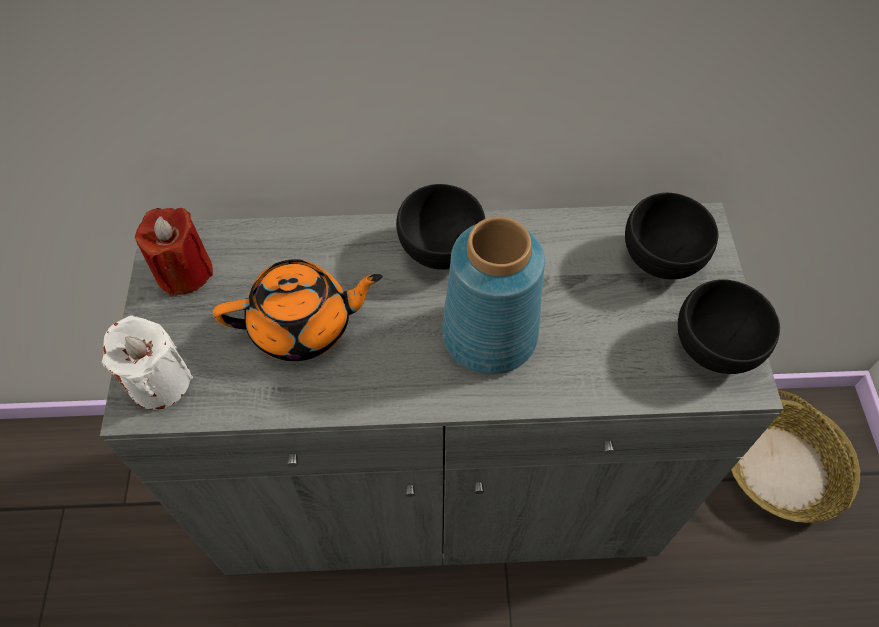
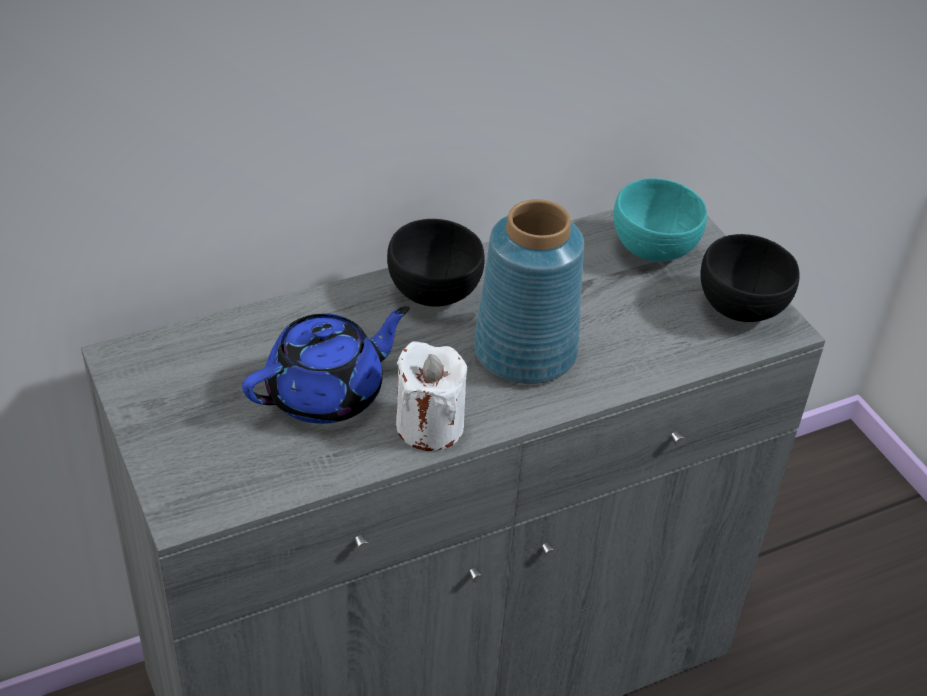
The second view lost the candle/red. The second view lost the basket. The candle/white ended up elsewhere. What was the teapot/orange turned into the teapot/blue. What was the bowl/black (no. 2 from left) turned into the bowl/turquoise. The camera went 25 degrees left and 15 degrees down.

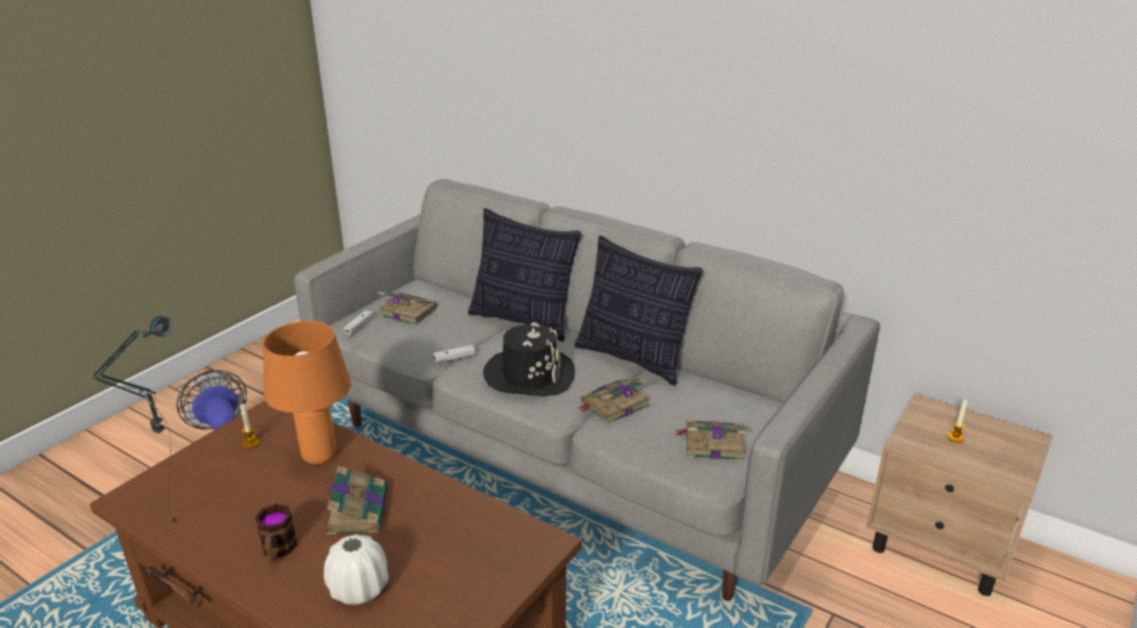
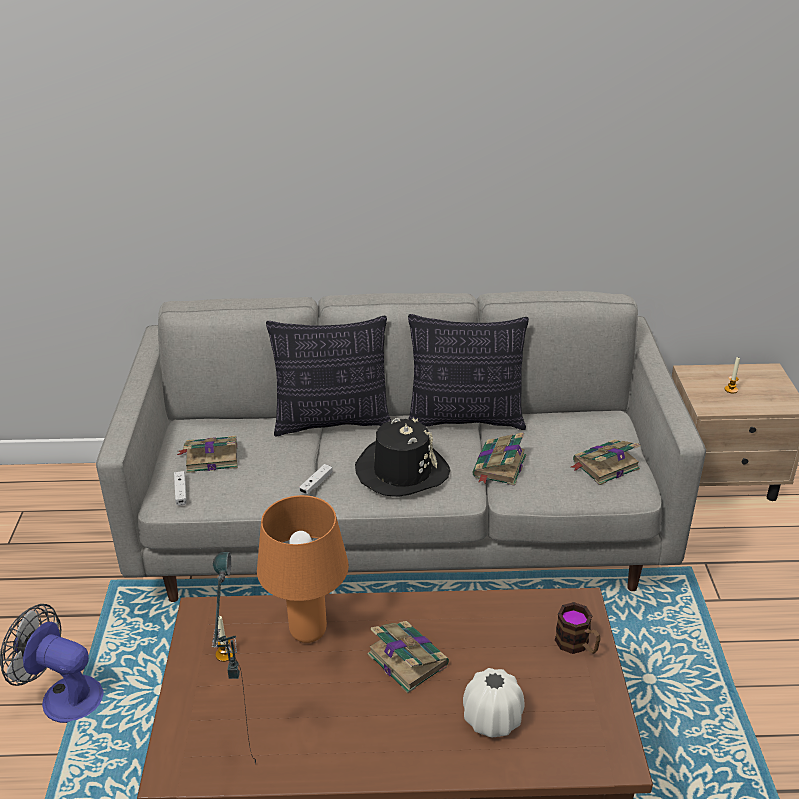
The mug ended up elsewhere. The camera went 35 degrees left and 5 degrees up.

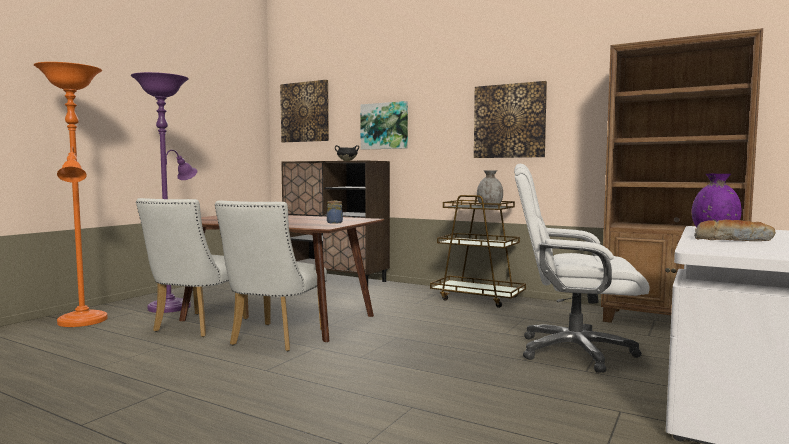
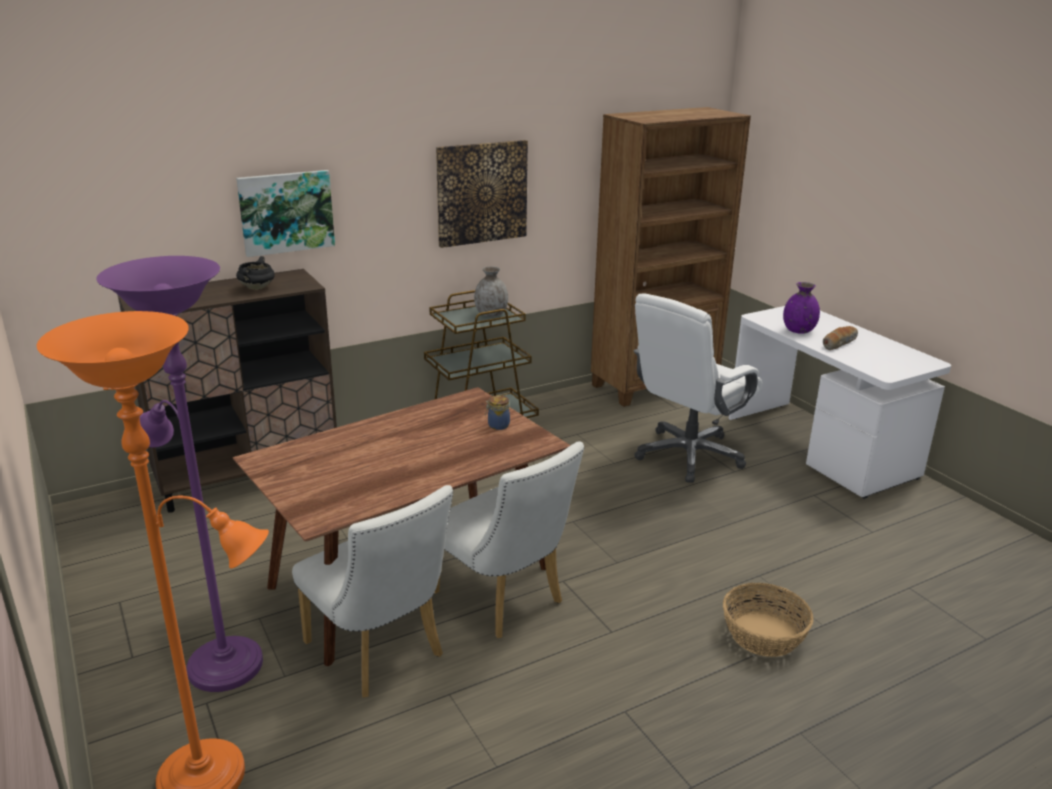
The second view lost the picture (no. 1 from left). The second view gained the basket. The camera went 60 degrees left and 20 degrees up.

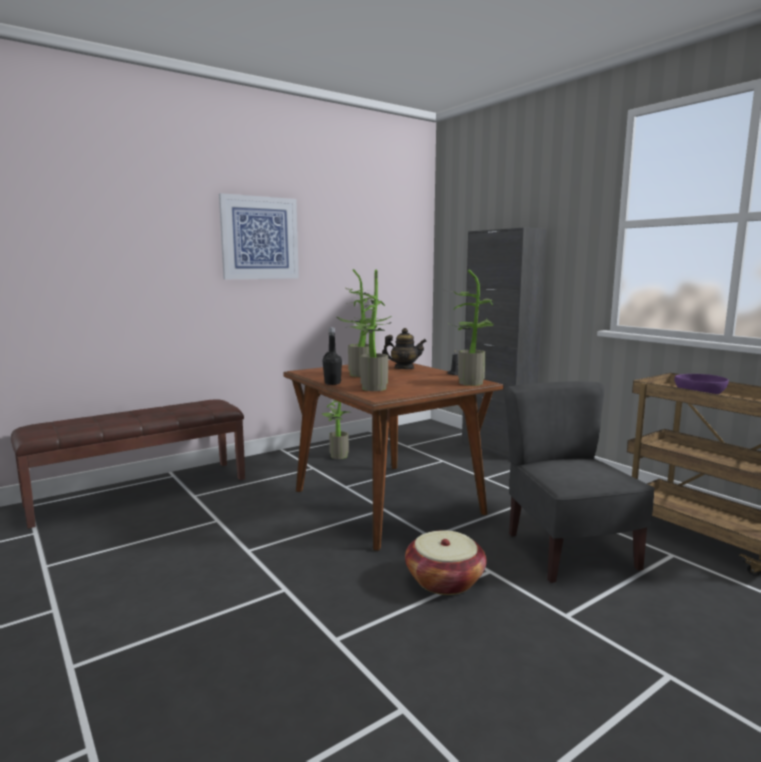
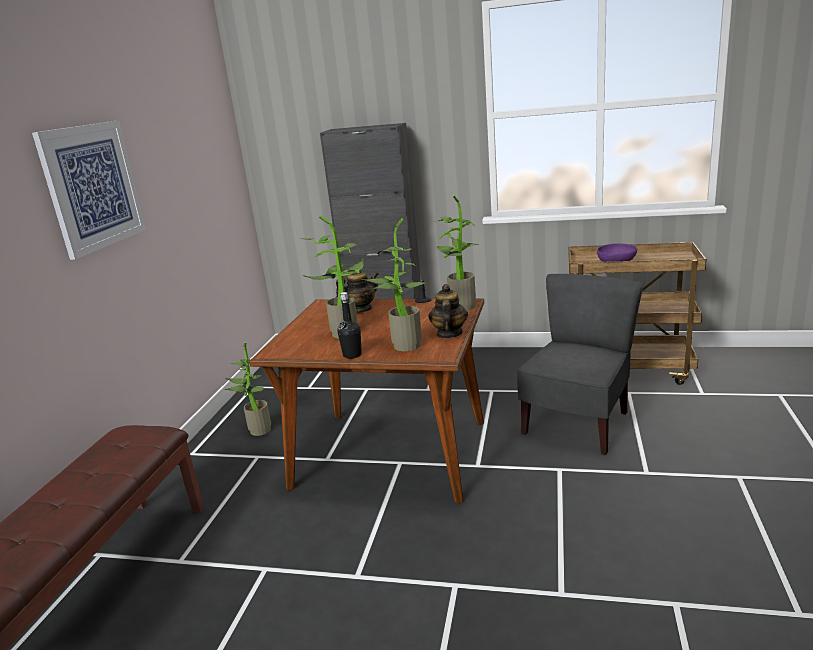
The second view lost the basket. The second view gained the teapot (no. 2 from left). The chair/grey ended up facing another way, 90 degrees clockwise from before. The camera went 40 degrees left and 10 degrees up.

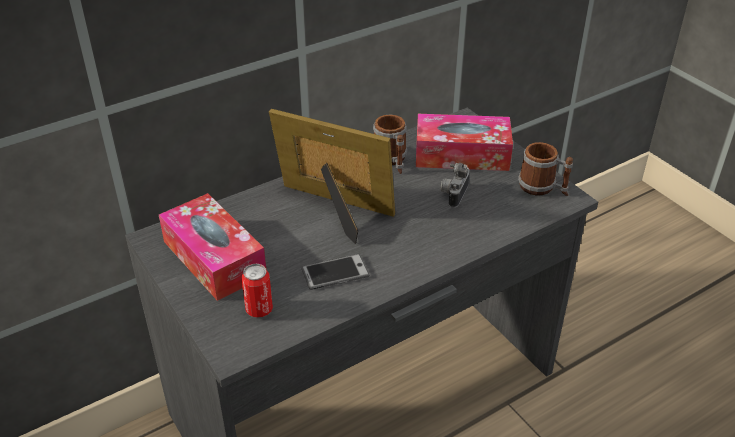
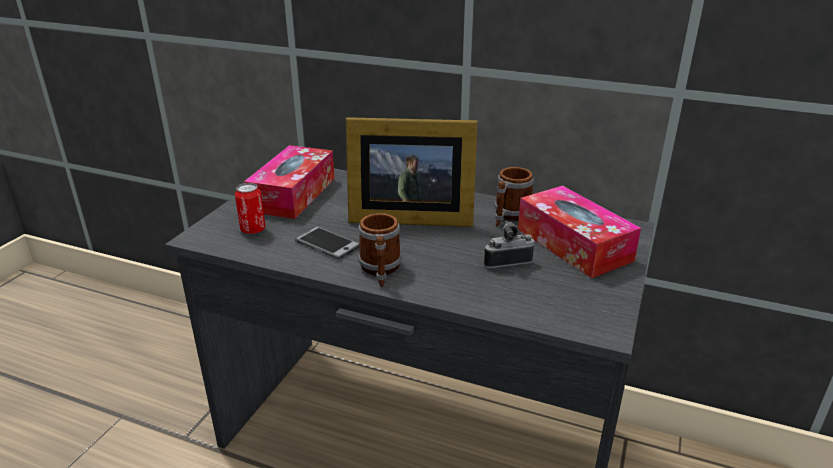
The mug (no. 2 from left in the first image) ended up elsewhere. The picture frame ended up facing another way, 105 degrees clockwise from before. The camera went 55 degrees right and 10 degrees down.

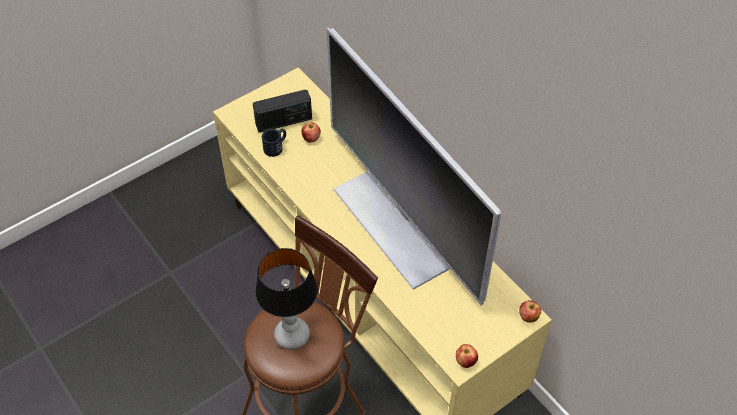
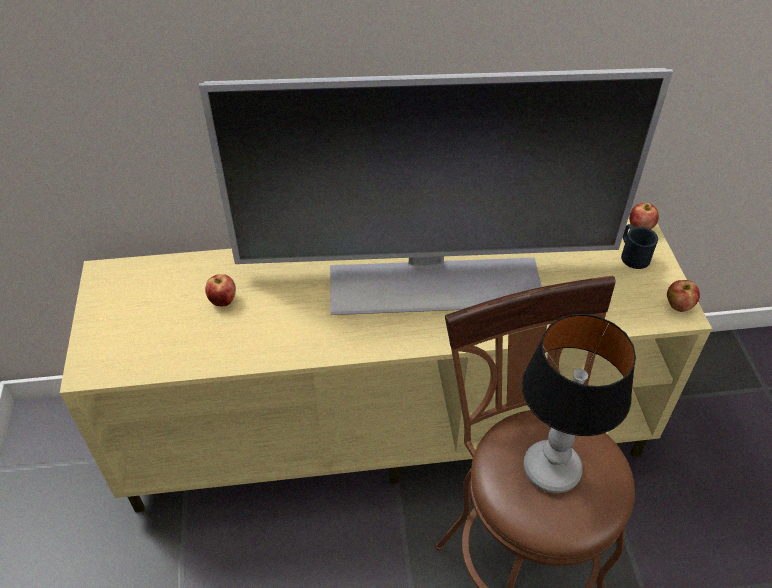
The second view lost the radio. The mug/black ended up elsewhere. The camera went 60 degrees left and 5 degrees down.

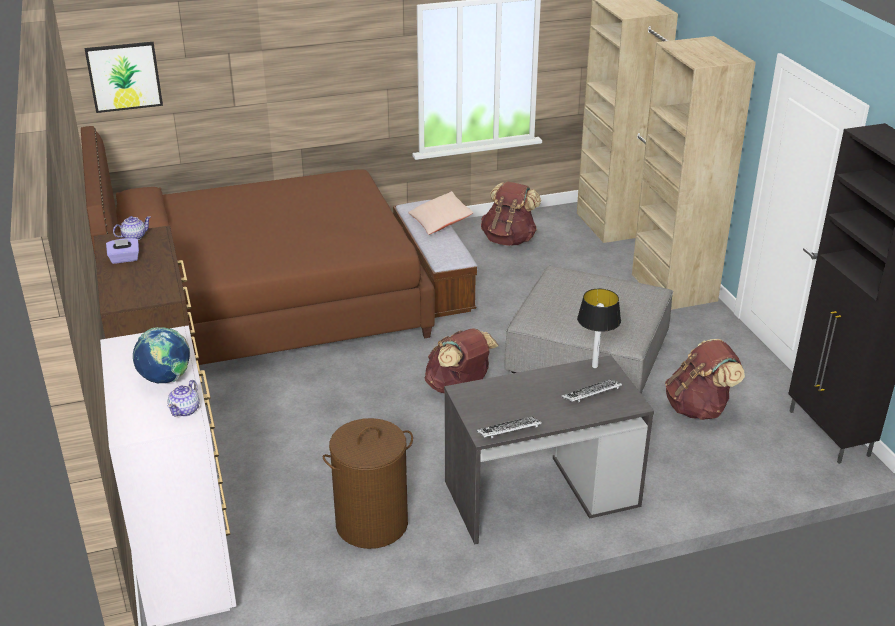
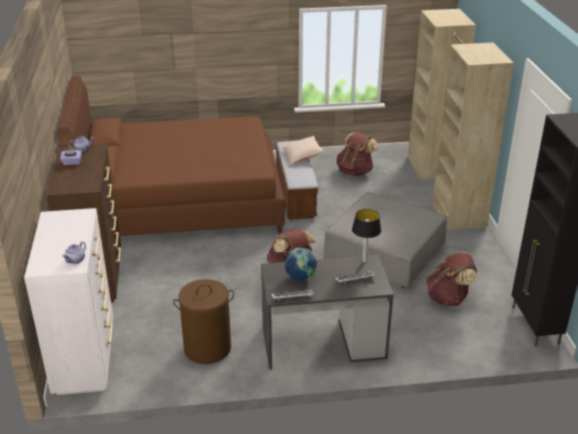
The second view lost the picture. The globe ended up elsewhere. The camera went 10 degrees right and 0 degrees up.

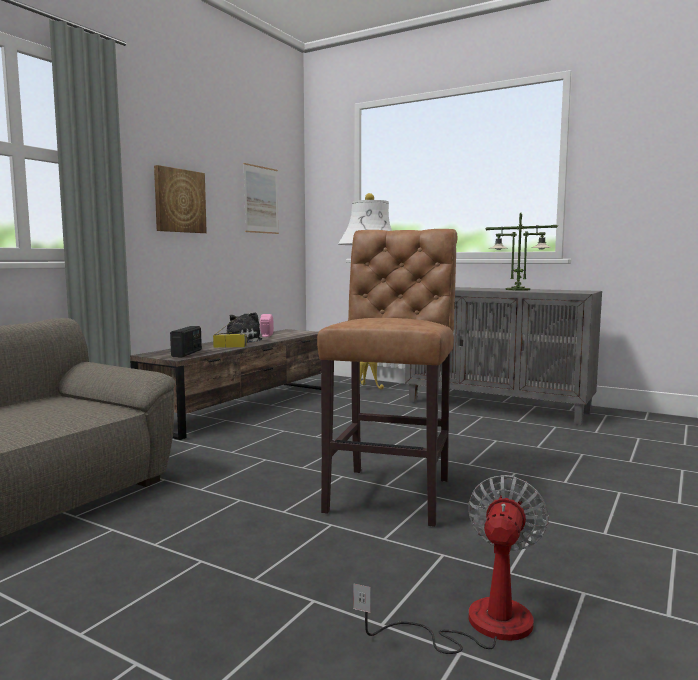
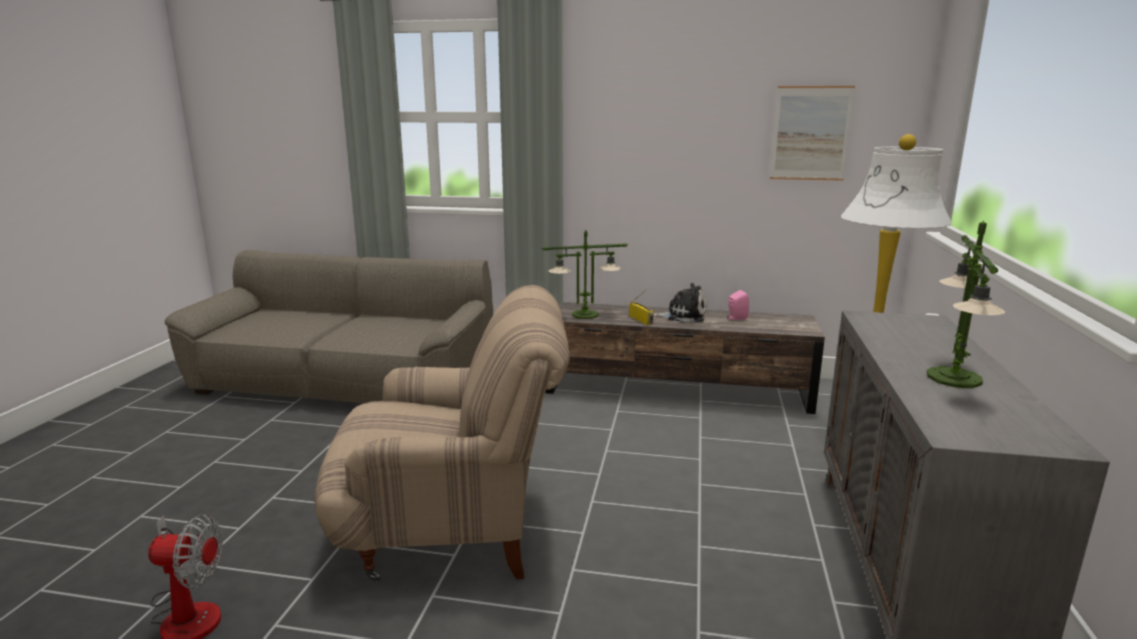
The second view lost the picture (no. 1 from left). Where the radio (no. 1 from left) stood, the table lamp (no. 1 from left) came to stand. Where the stool/brown stood, the armchair/beige came to stand. The camera went 70 degrees right and 10 degrees up.

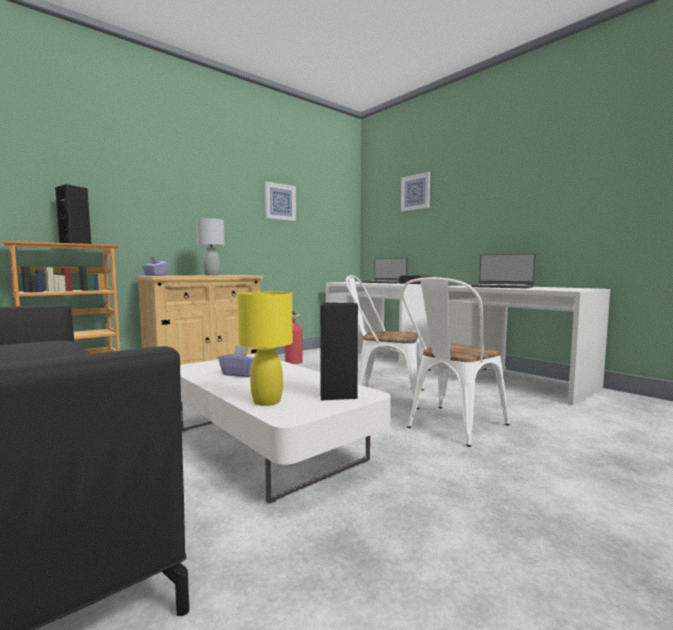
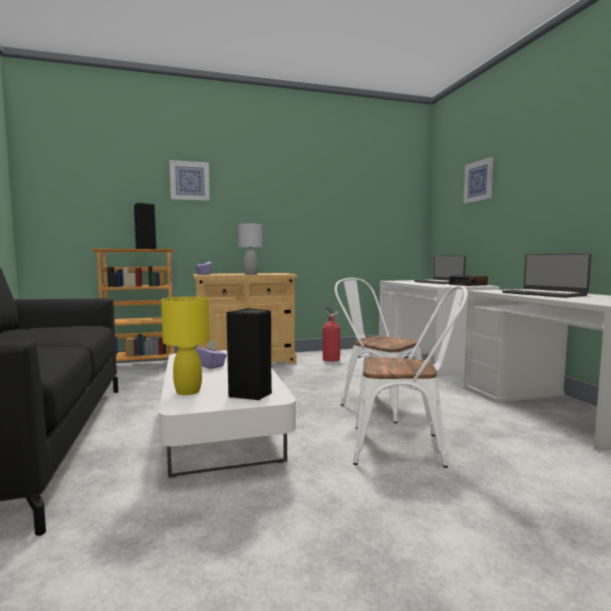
The picture (no. 1 from left) ended up elsewhere. The chair/white (no. 2 from left) ended up facing another way, 150 degrees counterclockwise from before. The camera went 25 degrees right and 0 degrees up.

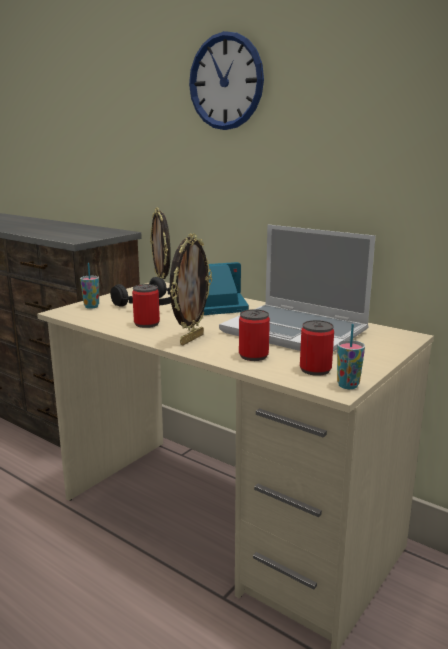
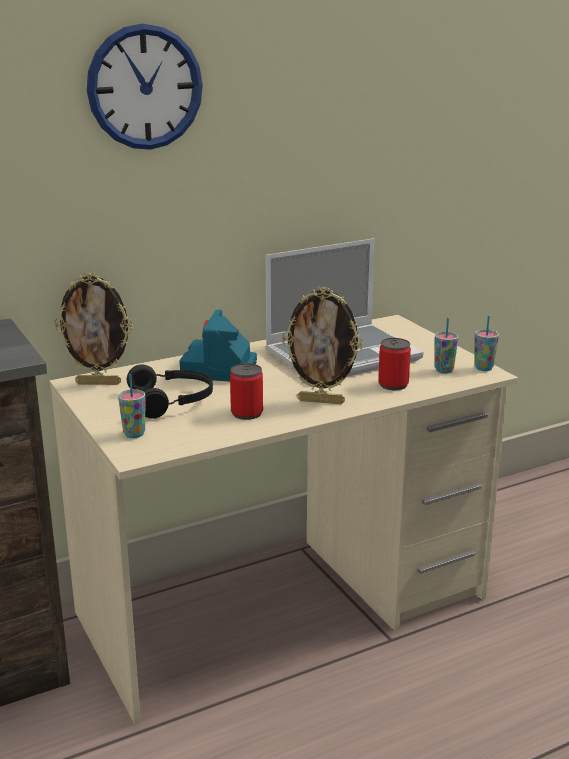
Where the can (no. 3 from left) stood, the cup (no. 2 from left) came to stand. The picture frame (no. 2 from left) ended up facing another way, 135 degrees clockwise from before. The camera went 65 degrees left and 5 degrees up.

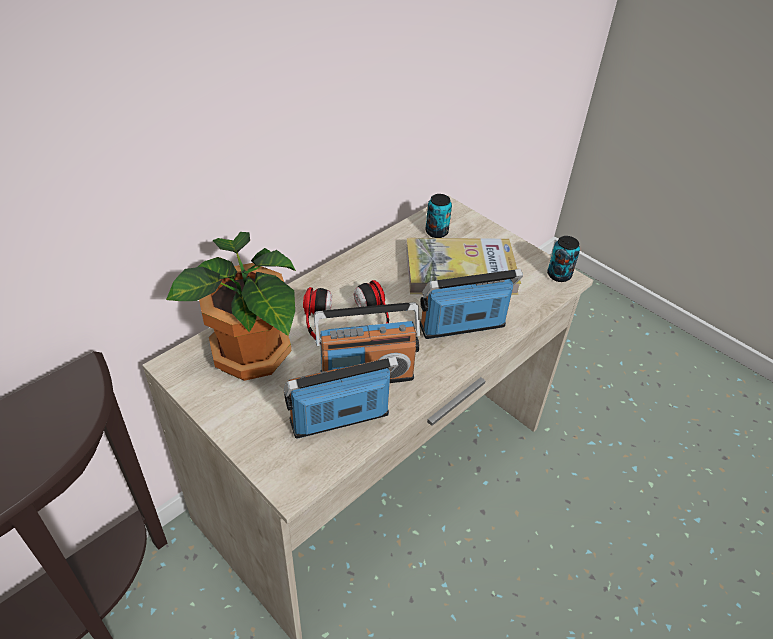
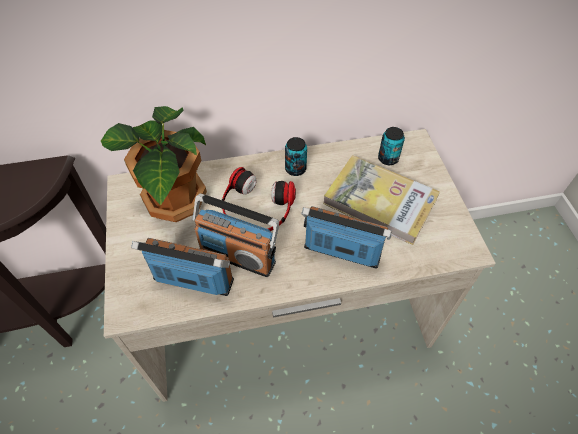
The can (no. 2 from left in the first image) ended up elsewhere. The camera went 35 degrees right and 10 degrees up.

